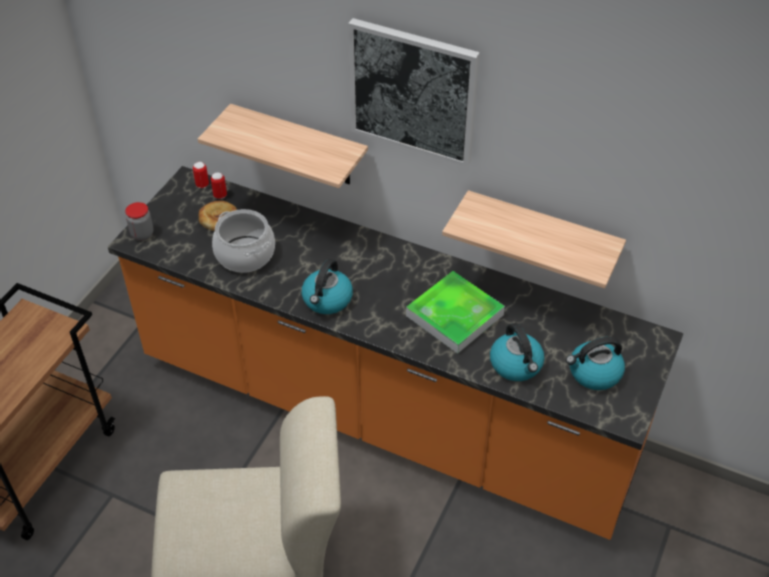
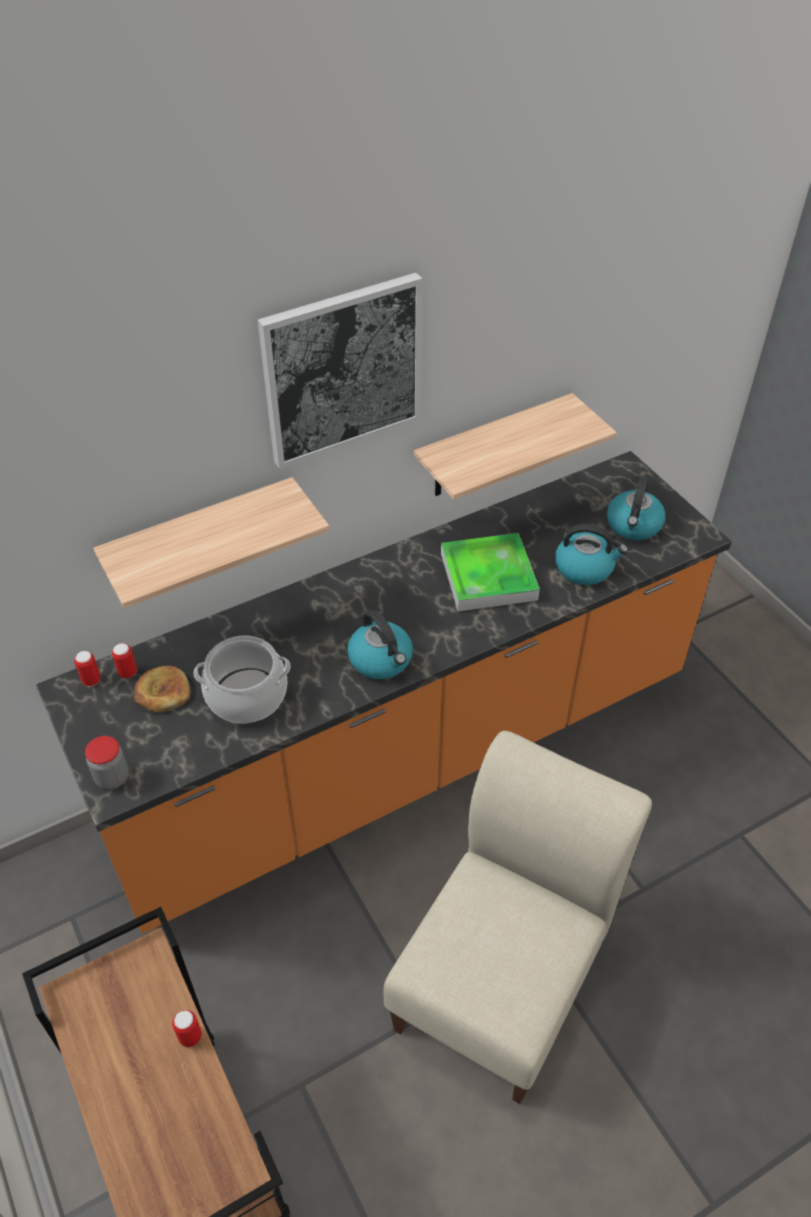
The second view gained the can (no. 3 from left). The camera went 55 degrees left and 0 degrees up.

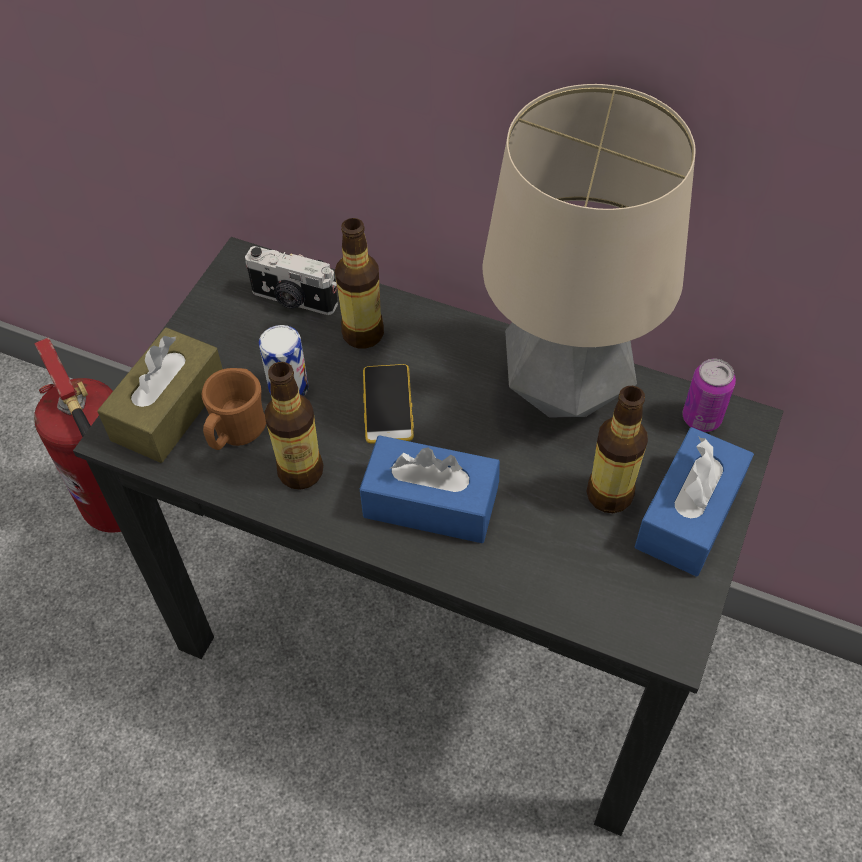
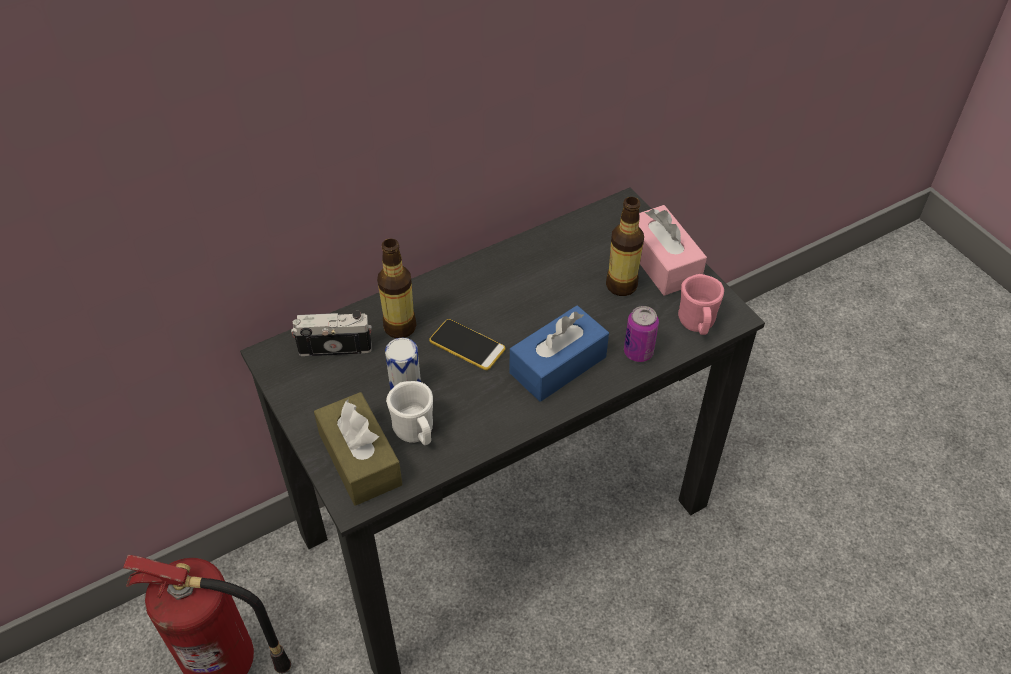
The second view lost the bottle (no. 1 from left). The second view lost the table lamp. The second view gained the mug/pink. The can (no. 2 from left) ended up elsewhere. What was the mug/brown turned into the mug/white. What was the tissue box/blue (no. 2 from left) turned into the tissue box/pink. The photo camera ended up facing another way, 150 degrees counterclockwise from before. The camera went 55 degrees left and 5 degrees down.

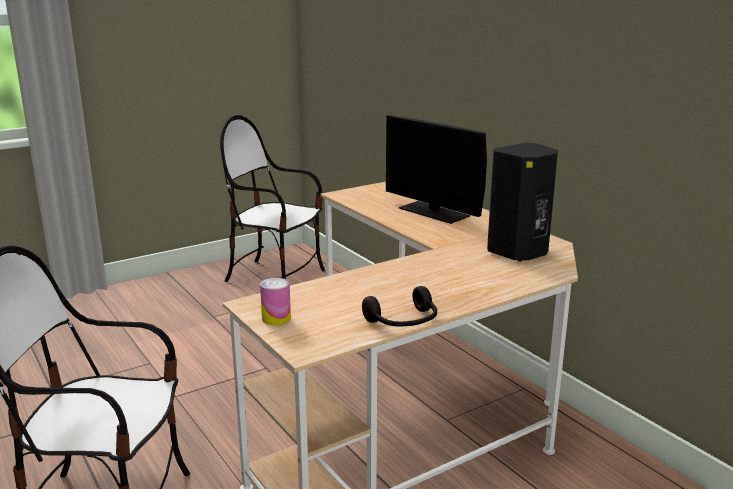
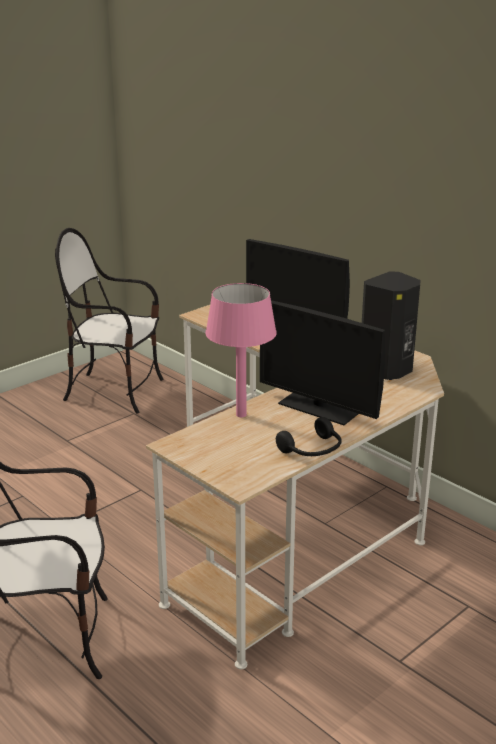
The second view lost the can. The second view gained the table lamp/pink. The second view gained the monitor (no. 2 from left). The camera went 10 degrees left and 5 degrees up.

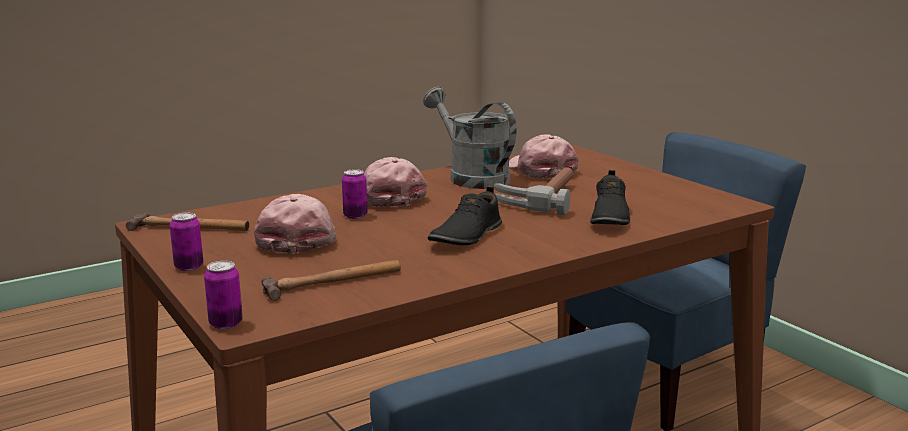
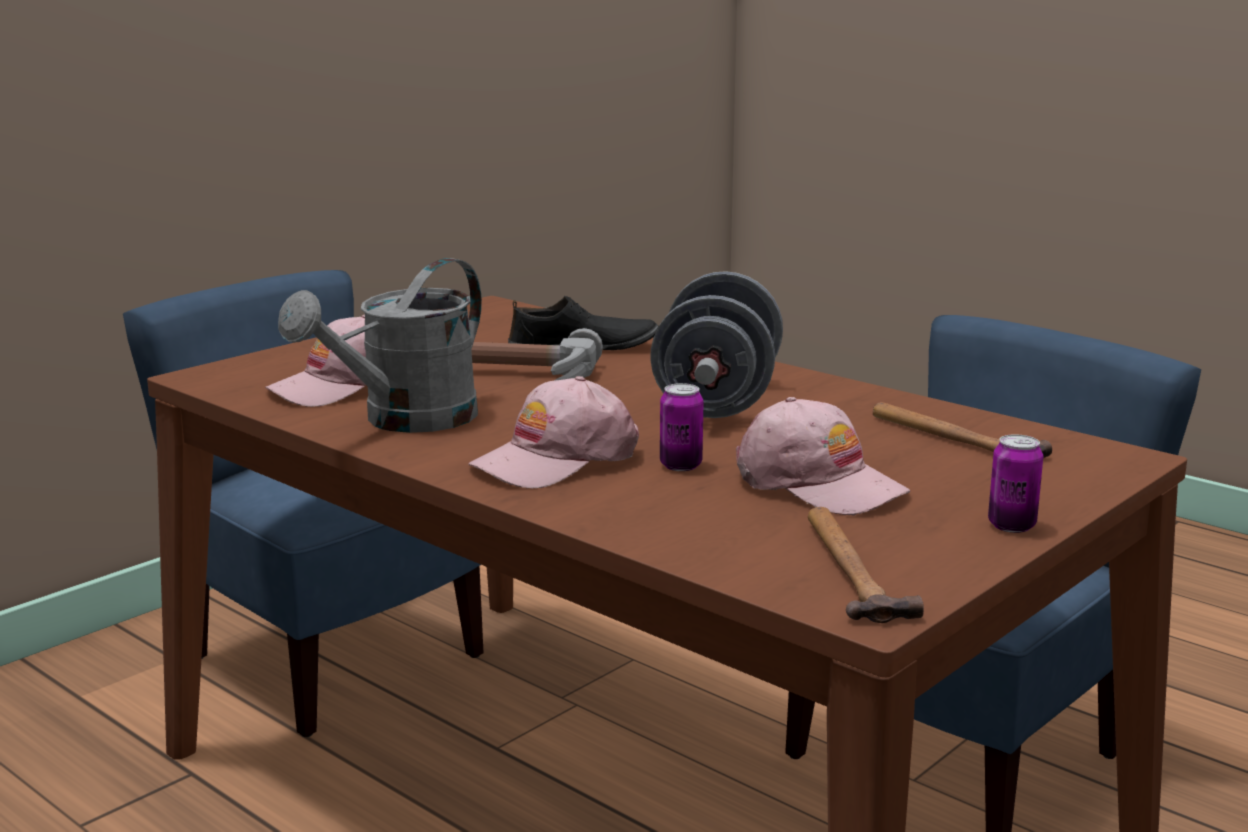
The second view lost the can (no. 2 from left). Where the shoe/black (no. 1 from left) stood, the dumbbell/grey came to stand. The cap/pink (no. 1 from left in the first image) ended up facing another way, 120 degrees counterclockwise from before. The camera went 105 degrees left and 0 degrees up.

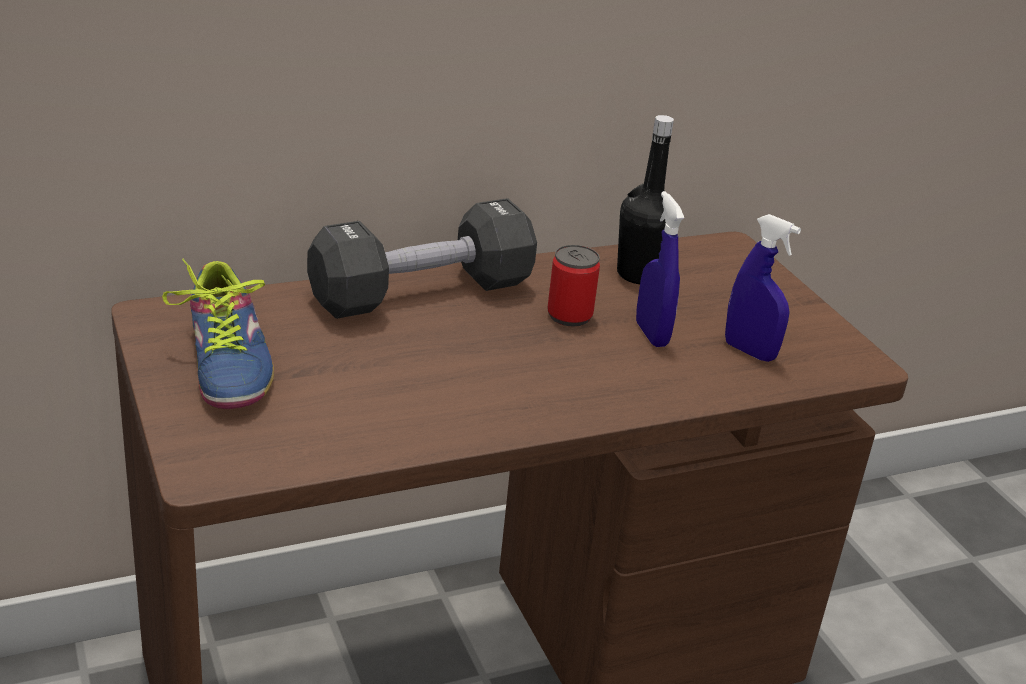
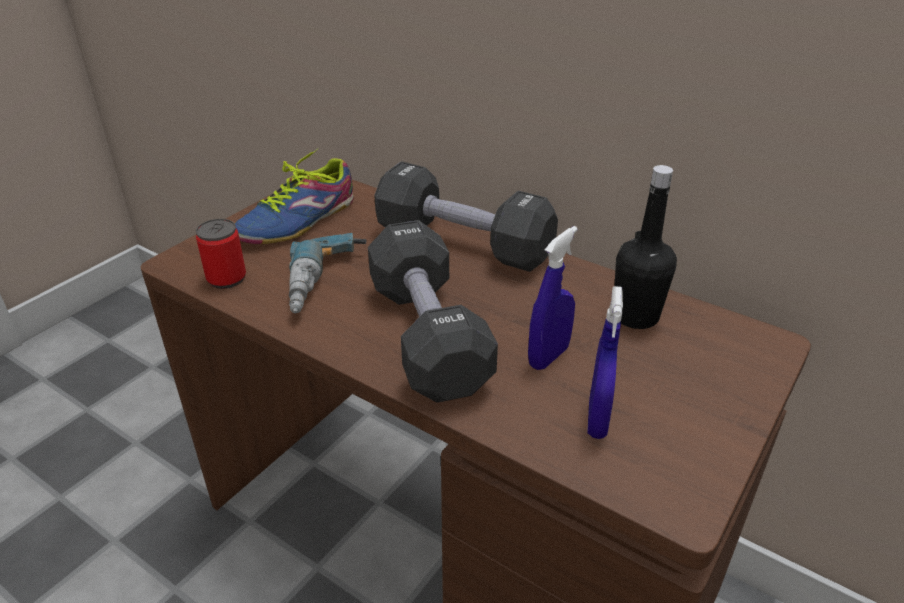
The second view gained the power drill. The second view gained the dumbbell/black (no. 1 from left). The can ended up elsewhere. The camera went 60 degrees right and 5 degrees up.

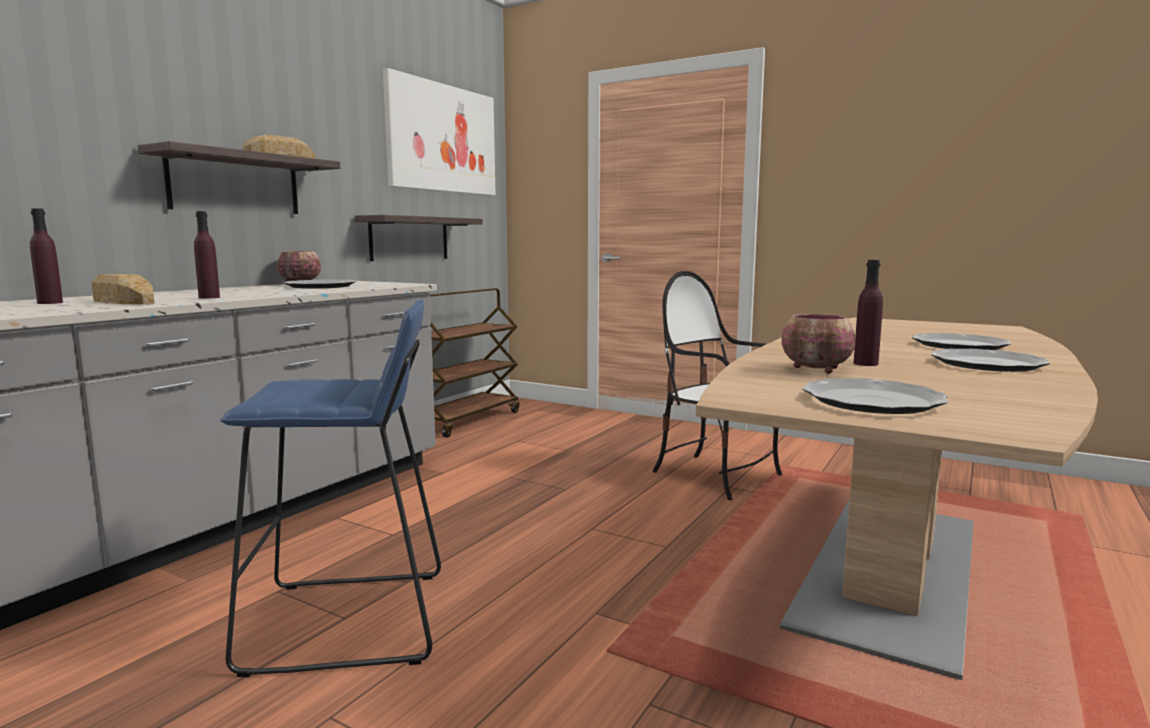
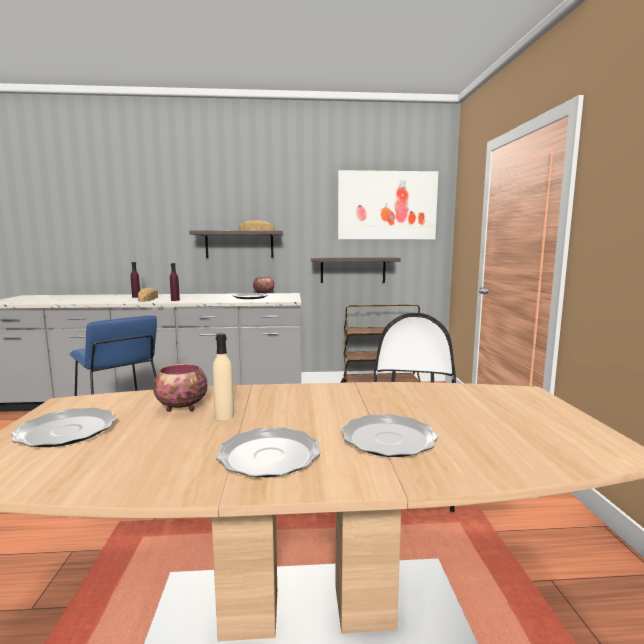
What was the bottle/purple (no. 3 from left) turned into the bottle/beige. The camera went 55 degrees right and 0 degrees up.

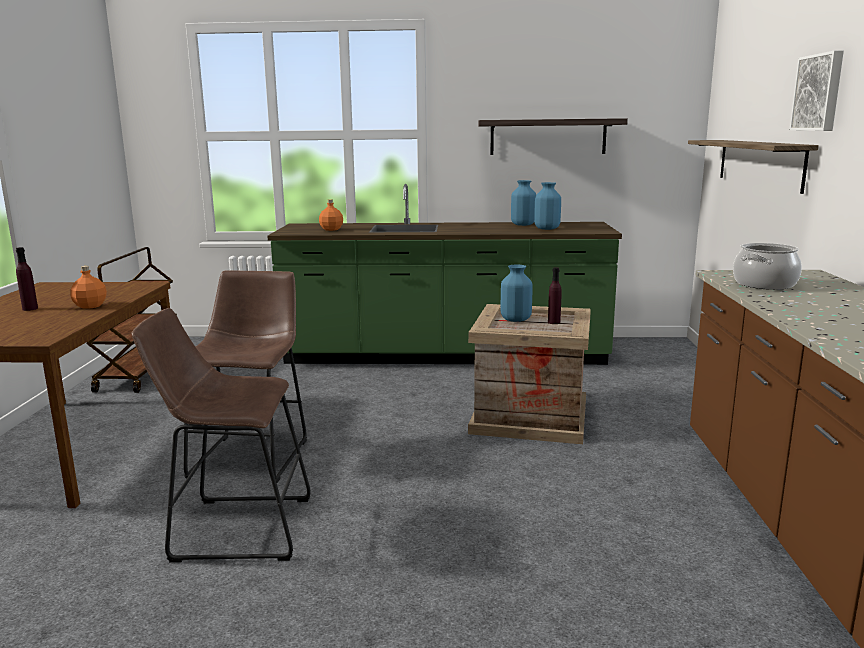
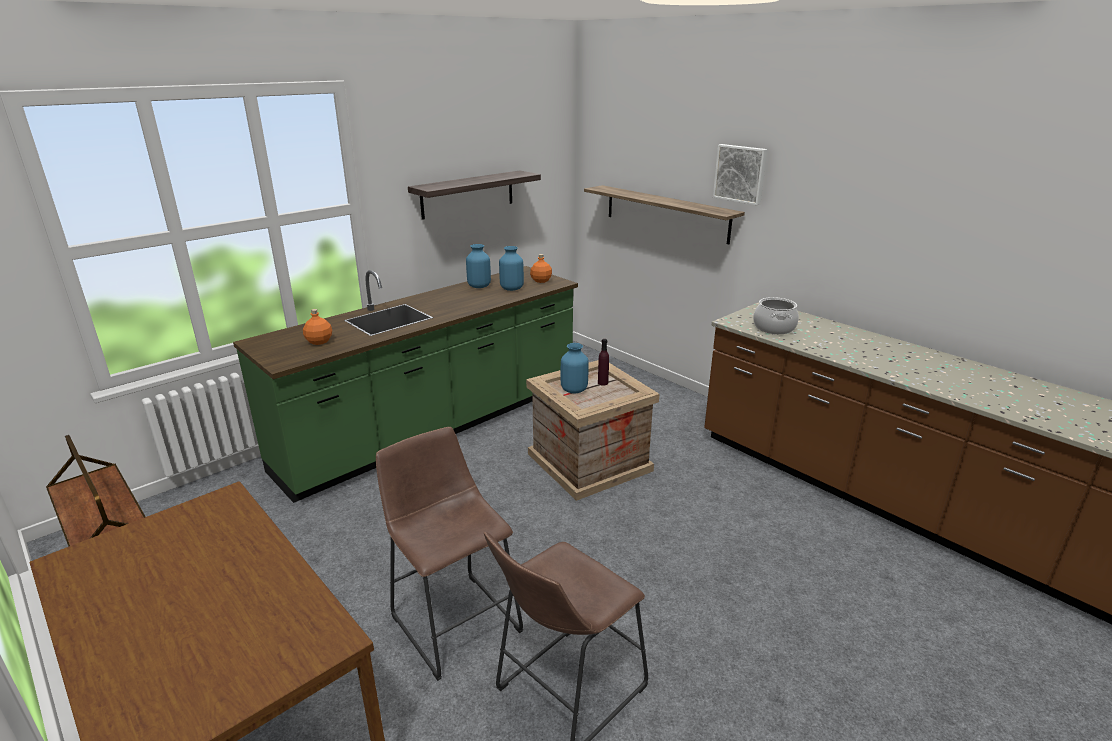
The second view lost the bottle/purple (no. 1 from left). The bottle/orange (no. 1 from left in the first image) ended up elsewhere. The camera went 45 degrees left and 10 degrees up.

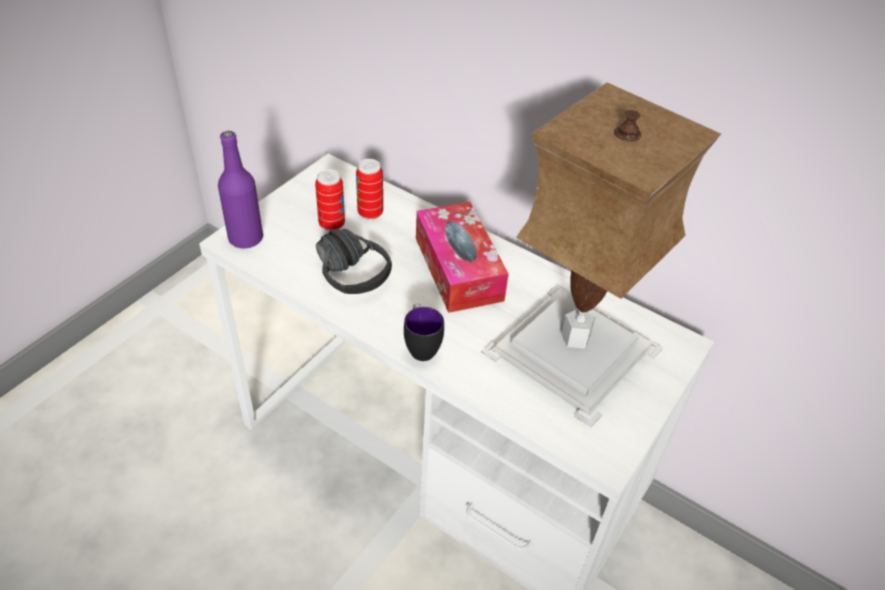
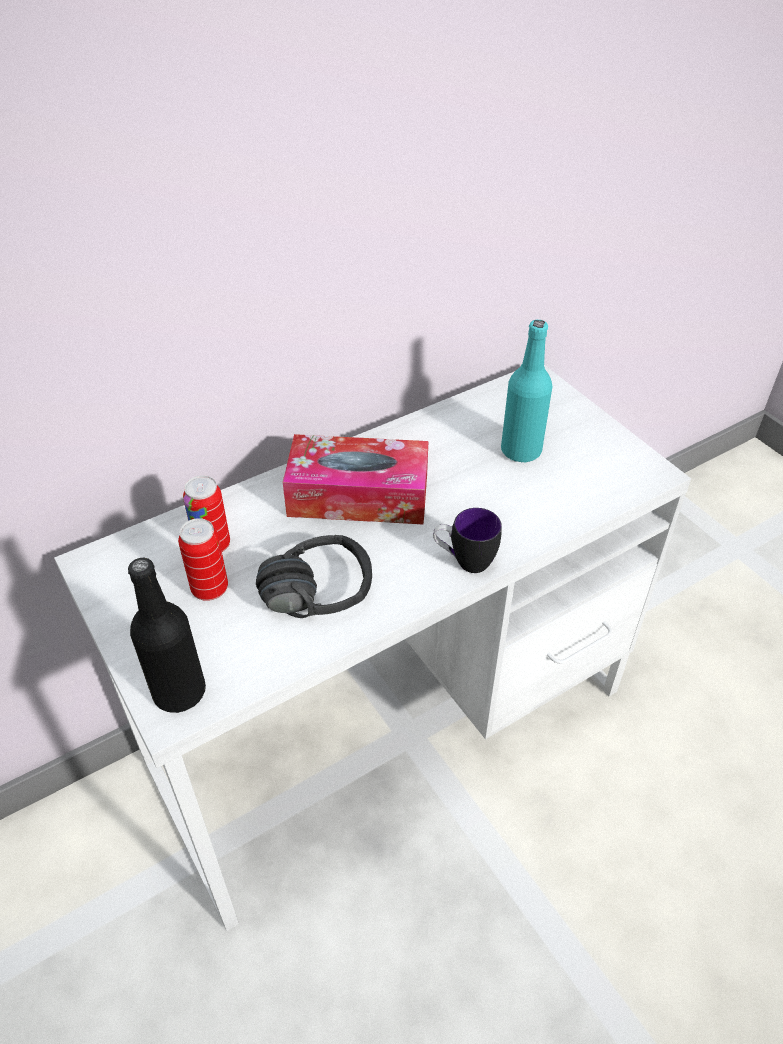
Where the table lamp stood, the bottle/turquoise came to stand. What was the bottle/purple turned into the bottle/black. The camera went 65 degrees left and 0 degrees up.

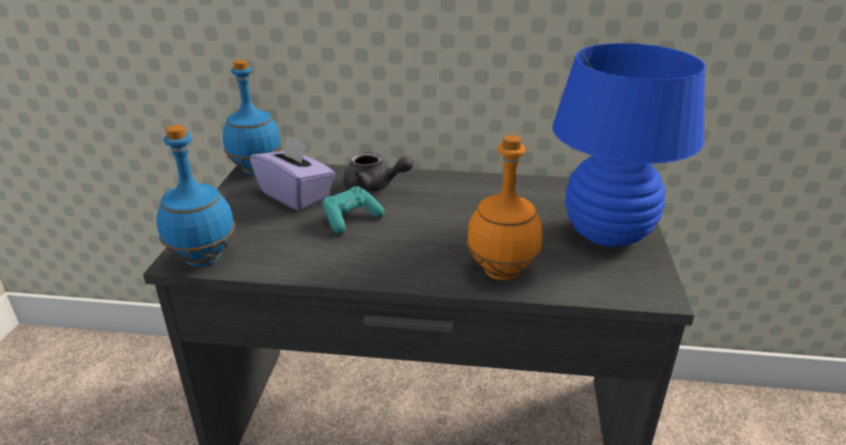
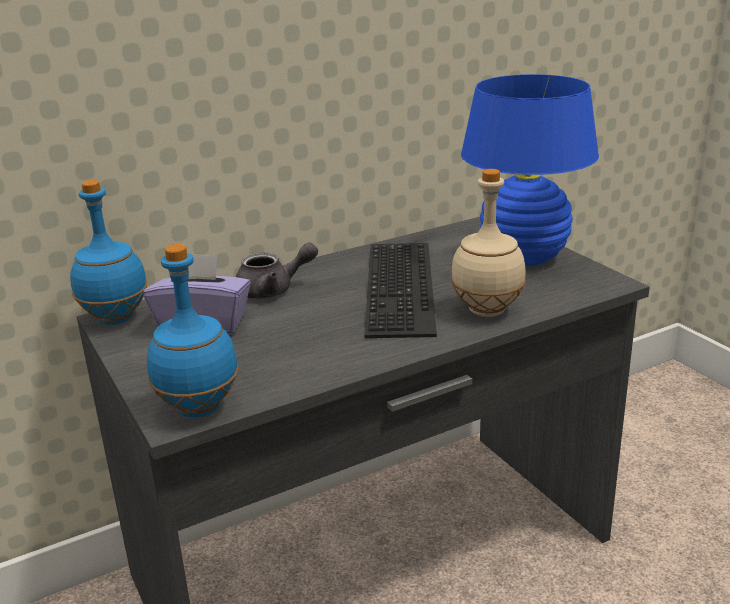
The second view lost the game controller/turquoise. The second view gained the keyboard. What was the bottle/orange turned into the bottle/beige. The camera went 35 degrees left and 5 degrees down.

